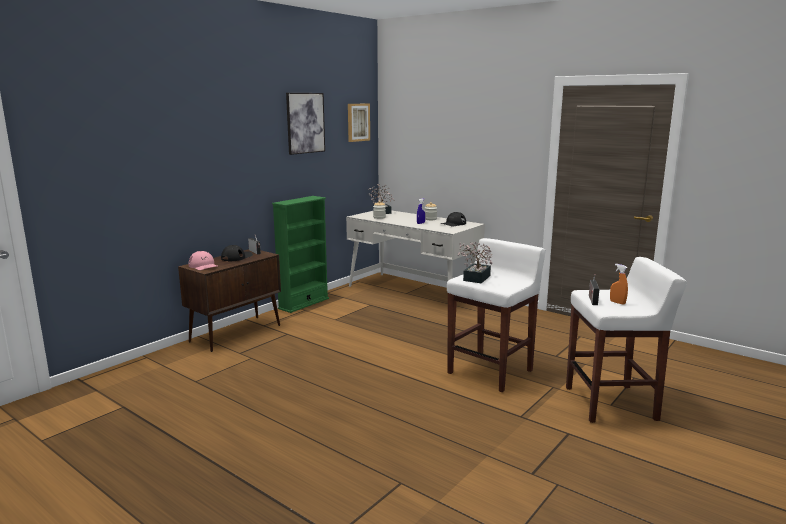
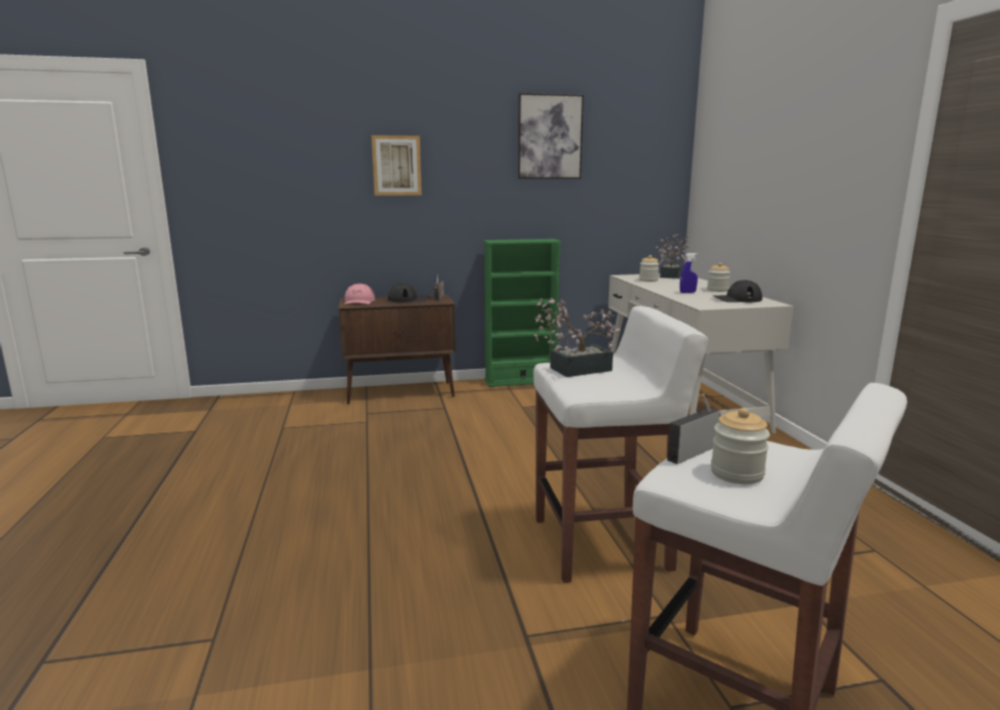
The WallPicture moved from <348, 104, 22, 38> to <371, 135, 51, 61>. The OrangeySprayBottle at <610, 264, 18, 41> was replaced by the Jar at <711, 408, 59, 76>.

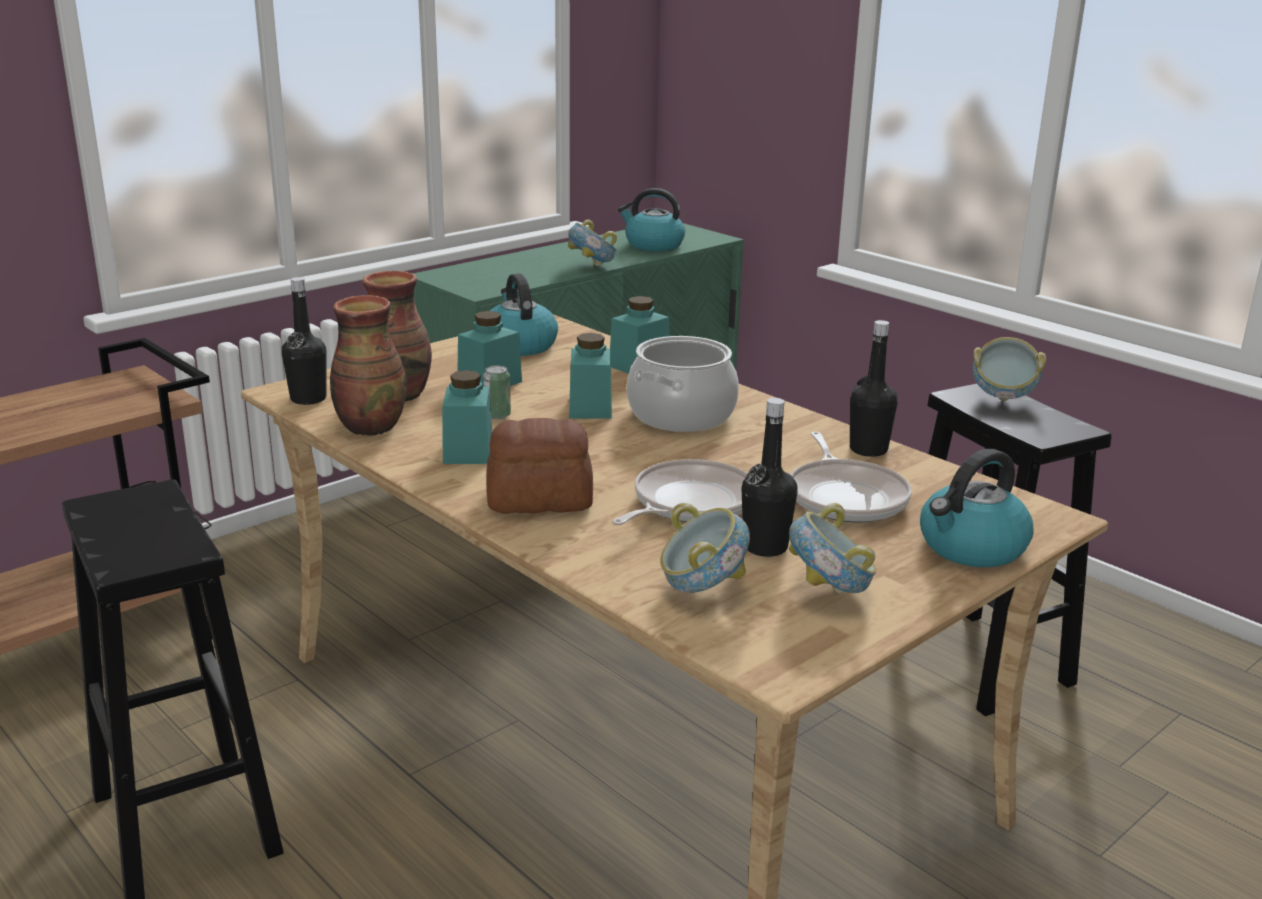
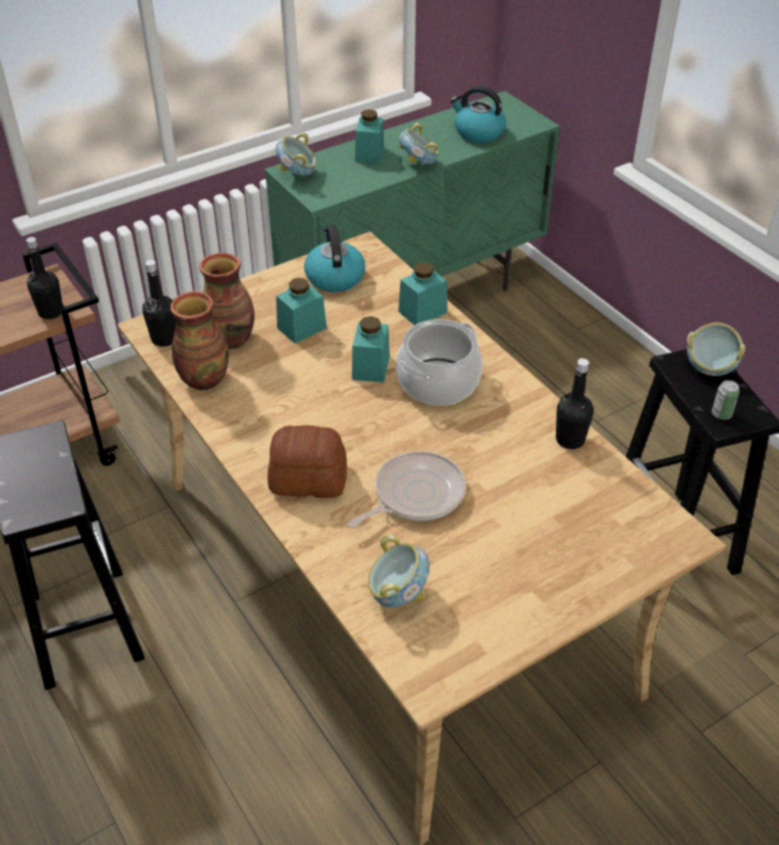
The TurquoiseColouredJar moved from <442, 370, 50, 94> to <355, 109, 29, 55>. The Can moved from <483, 365, 28, 55> to <712, 380, 28, 40>. The BlackColouredDrinkBottle moved from <742, 398, 55, 159> to <26, 237, 38, 82>. The DeepDish moved from <789, 503, 87, 90> to <276, 133, 41, 43>. The FryingPan at <790, 432, 122, 90> disappeared. The Kettle at <920, 449, 114, 118> disappeared.

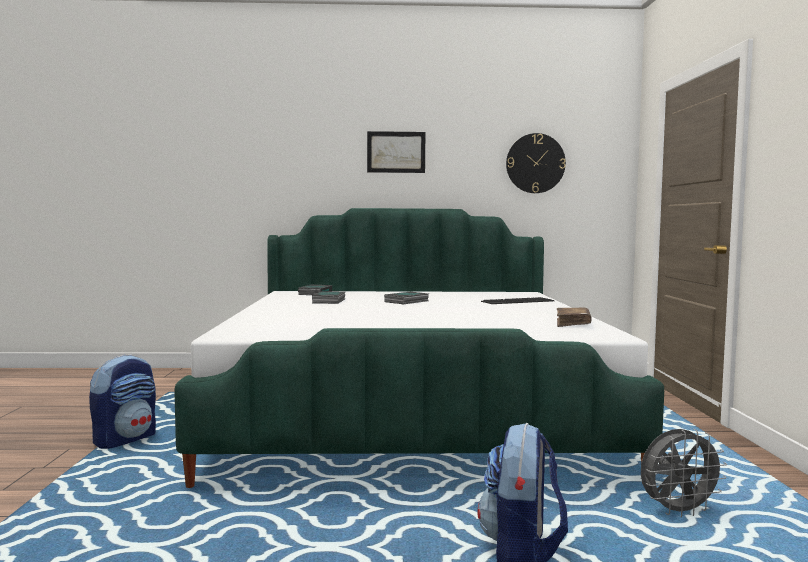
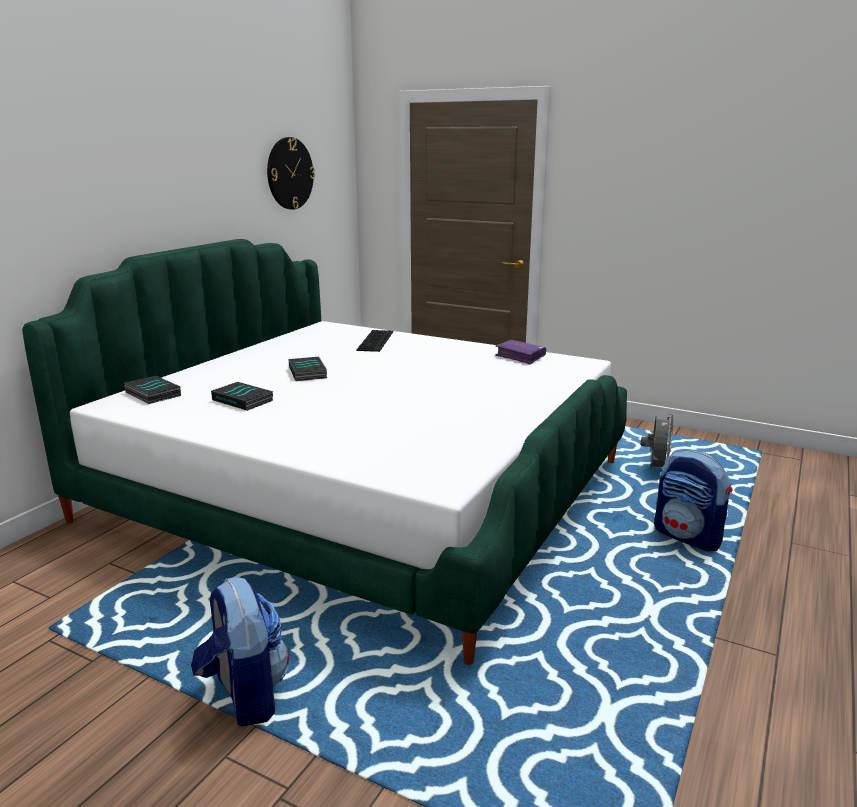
The WallPicture at <367, 131, 58, 42> disappeared. The BrownishBook at <557, 307, 35, 20> became the PurplishBook at <495, 340, 51, 24>.

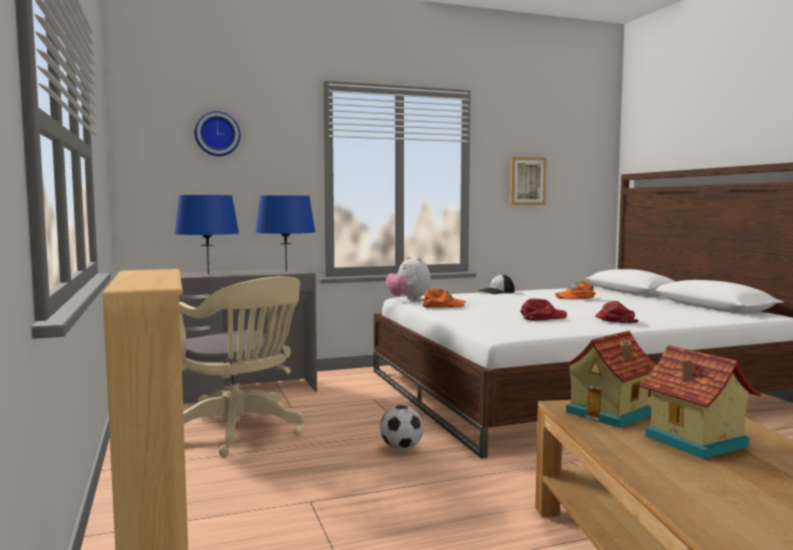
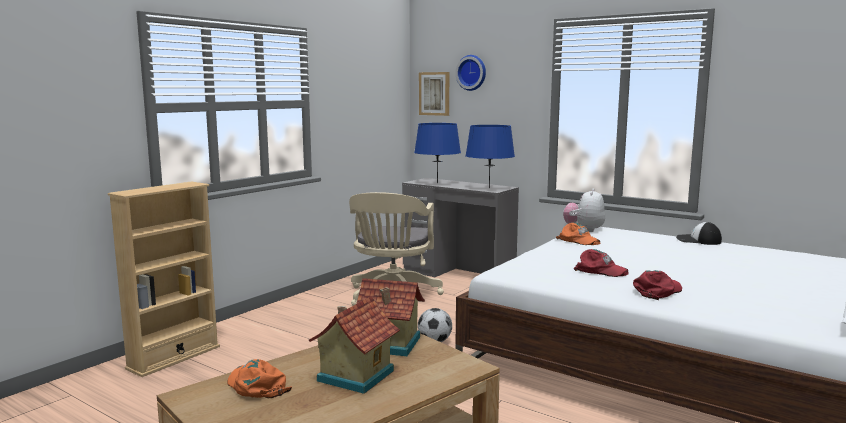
The WallPicture moved from <510, 157, 36, 48> to <419, 72, 30, 44>. The OrangeyCap moved from <555, 282, 41, 17> to <227, 359, 65, 39>.

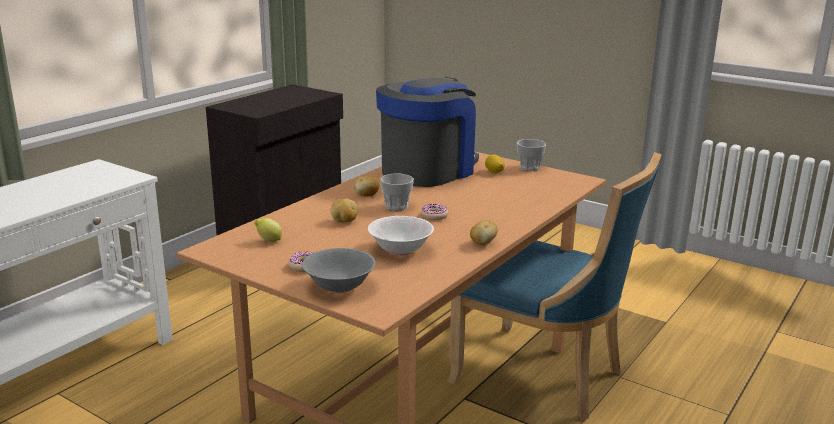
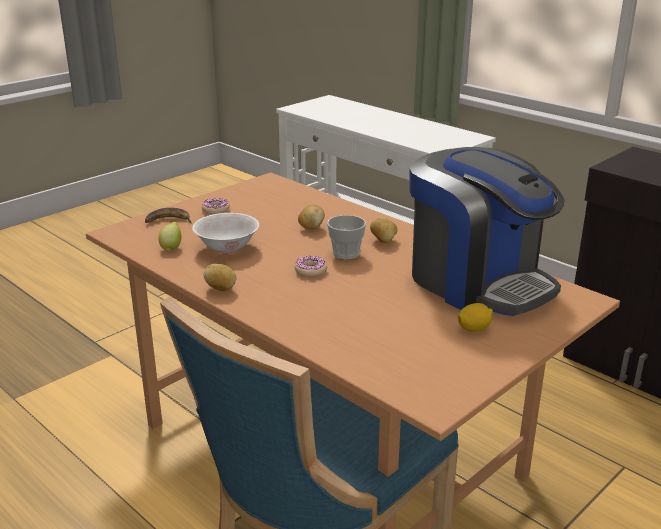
The CitrusFruit moved from <254, 218, 28, 24> to <158, 222, 23, 30>. The GreyDeepDish at <302, 248, 74, 45> was replaced by the BananaFruit at <145, 208, 46, 15>. The Cup at <517, 139, 29, 32> disappeared.

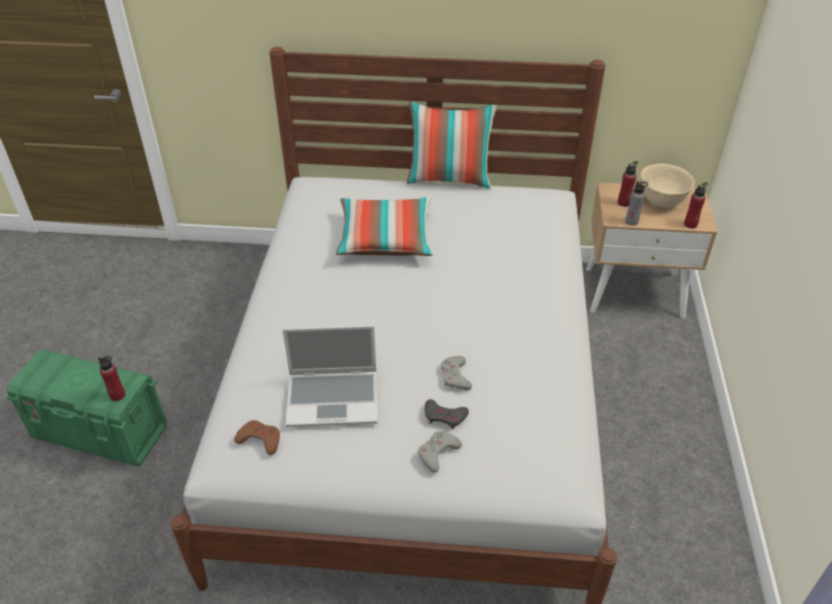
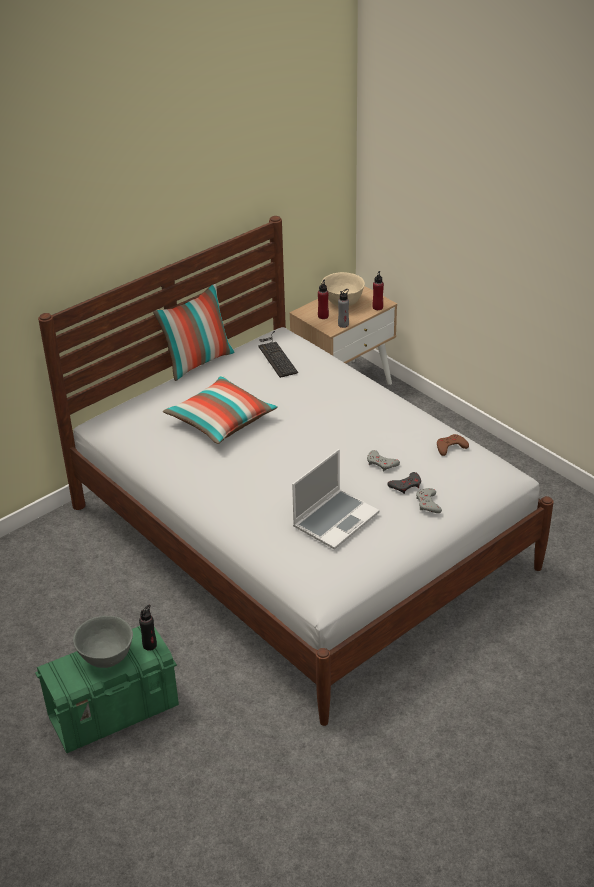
The RedDrinkBottle at <98, 356, 27, 45> became the BlackColouredDrinkBottle at <139, 605, 18, 46>. The BrownishGameController moved from <234, 420, 46, 35> to <437, 434, 32, 22>. The GreyDeepDish at <73, 616, 60, 52> appeared. The ComputerKeyboard at <258, 331, 40, 47> appeared.

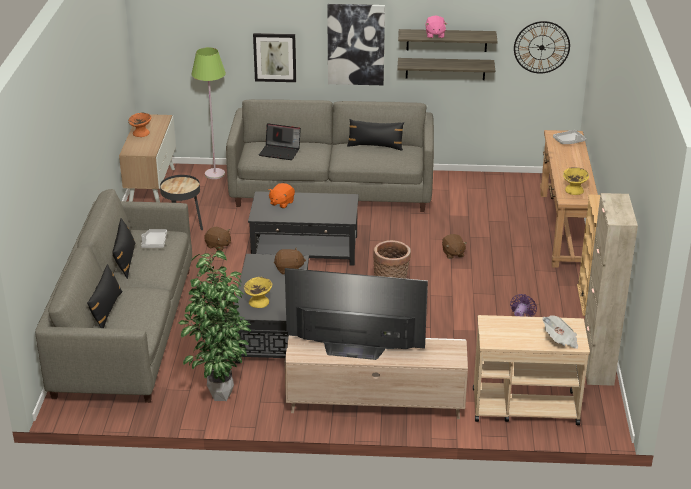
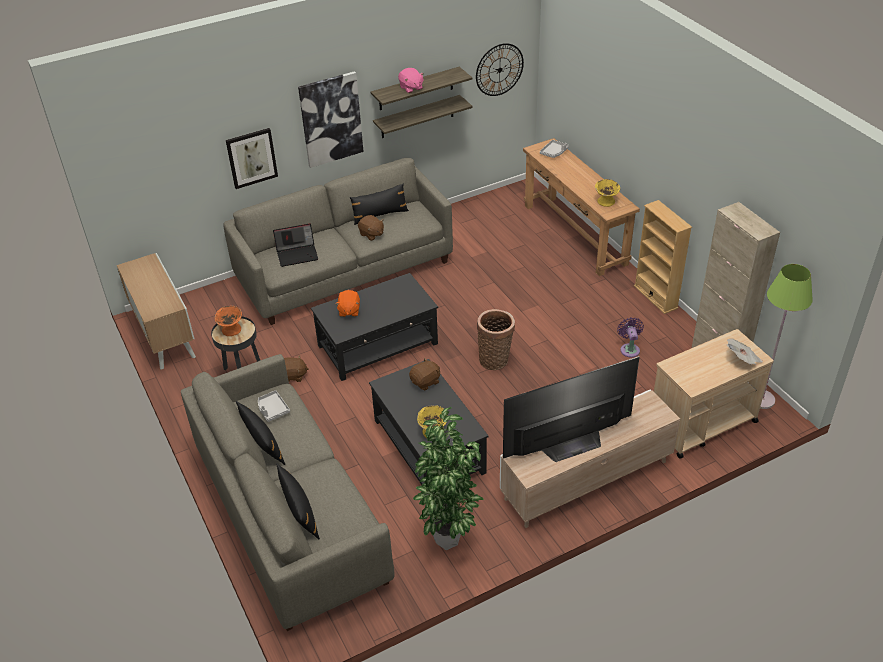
The OrangeyDeepDish moved from <128, 112, 23, 25> to <215, 306, 27, 30>. The GreenishStandardLamp moved from <191, 47, 35, 132> to <760, 264, 53, 145>. The BrownishPlushToy moved from <442, 234, 25, 25> to <358, 215, 26, 26>.

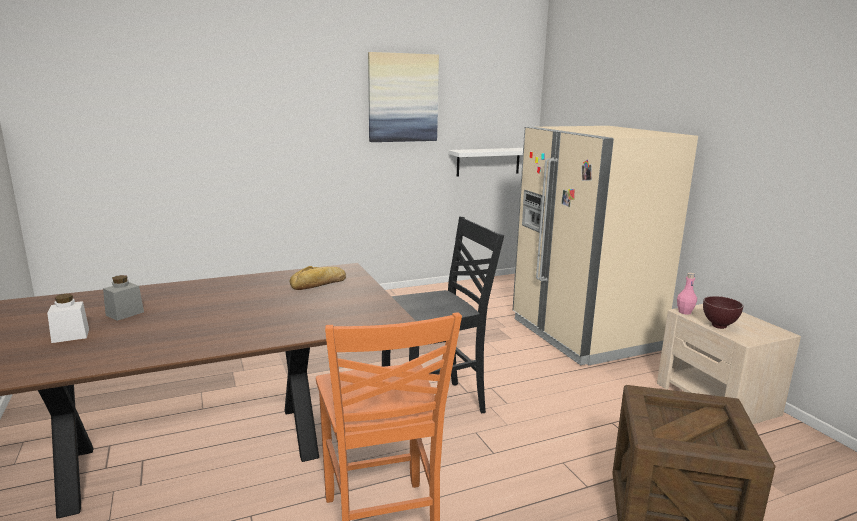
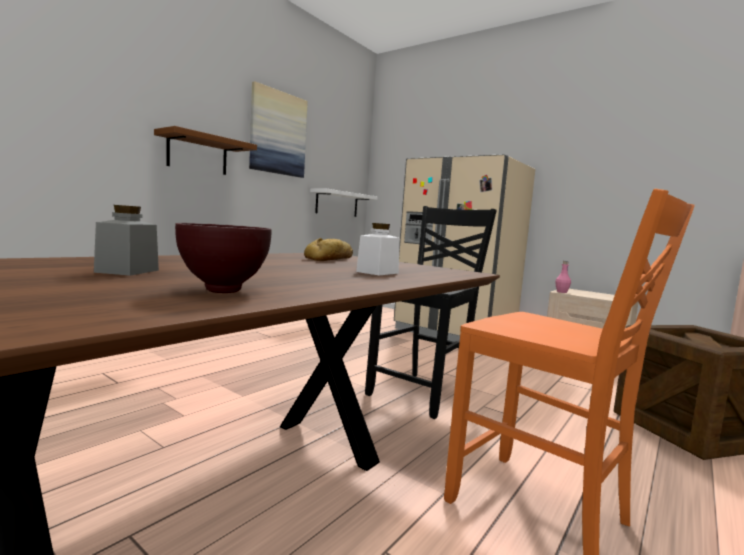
The WhiteColouredJar moved from <47, 294, 42, 49> to <356, 223, 44, 52>. The BrownishDeepDish moved from <703, 296, 40, 33> to <175, 223, 97, 70>. The BrownishWallShelf at <154, 126, 103, 49> appeared.

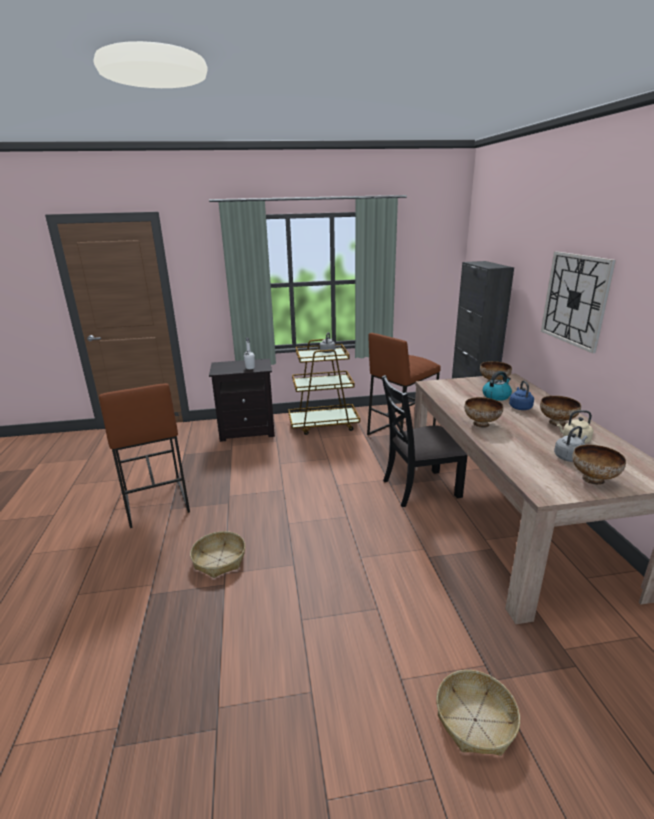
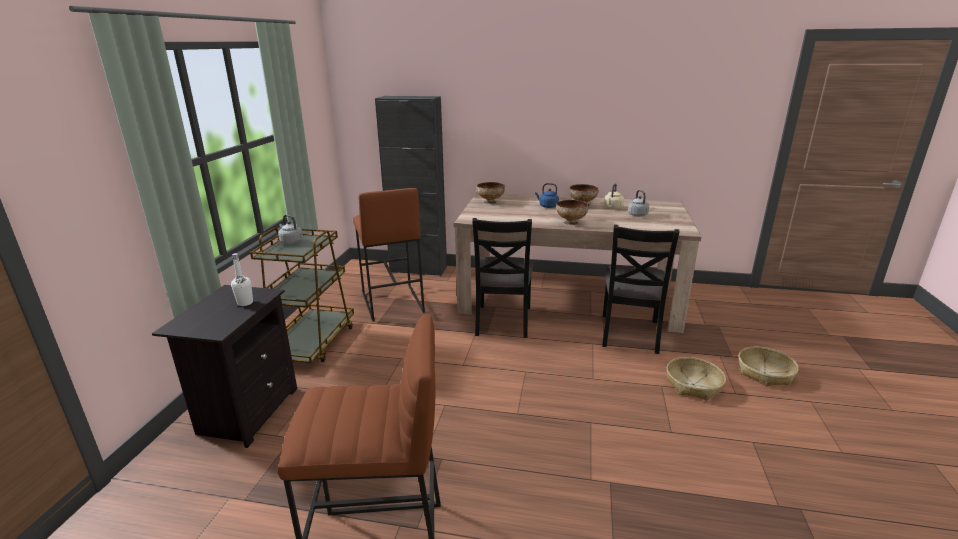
The HouseholdBasket moved from <190, 531, 55, 47> to <667, 357, 59, 44>. The Kettle at <483, 371, 29, 30> disappeared. The ClockOnTheWall at <541, 251, 75, 102> disappeared. The DeepDish at <573, 445, 53, 40> disappeared. The BlackColouredPlainChair at <602, 225, 77, 129> appeared.

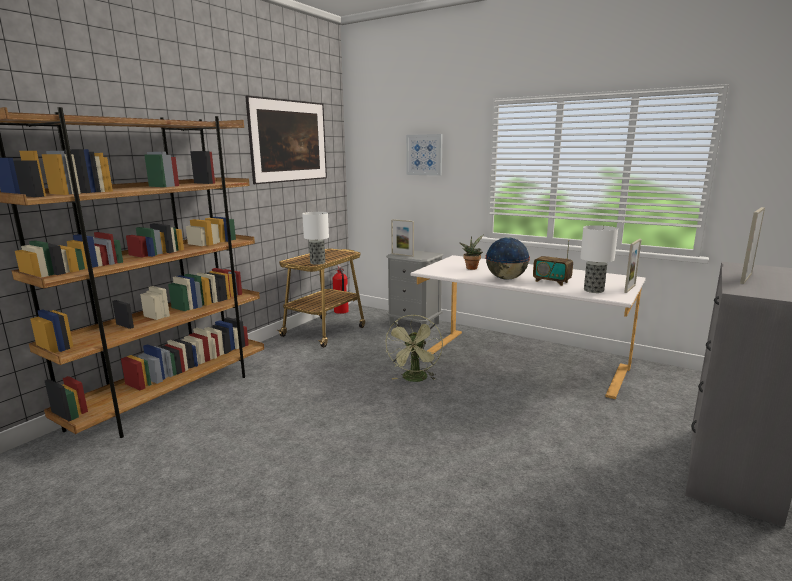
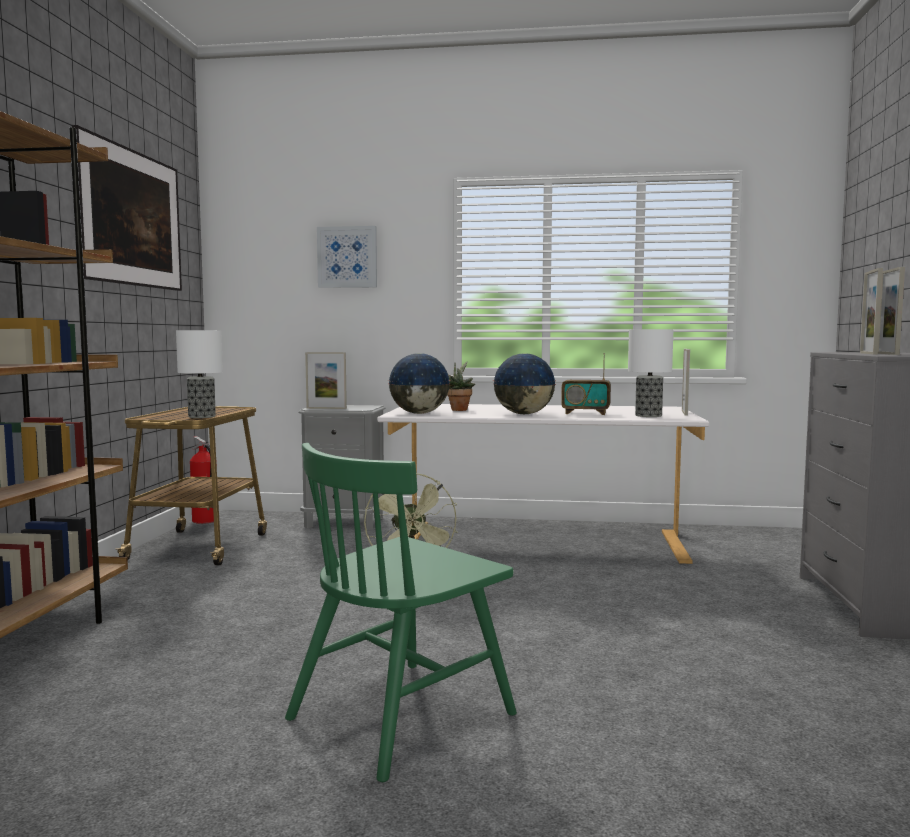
The GreenishPlainChair at <285, 443, 232, 339> appeared. The WorldGlobe at <388, 353, 62, 61> appeared. The StandingFrame at <878, 267, 27, 88> appeared.

